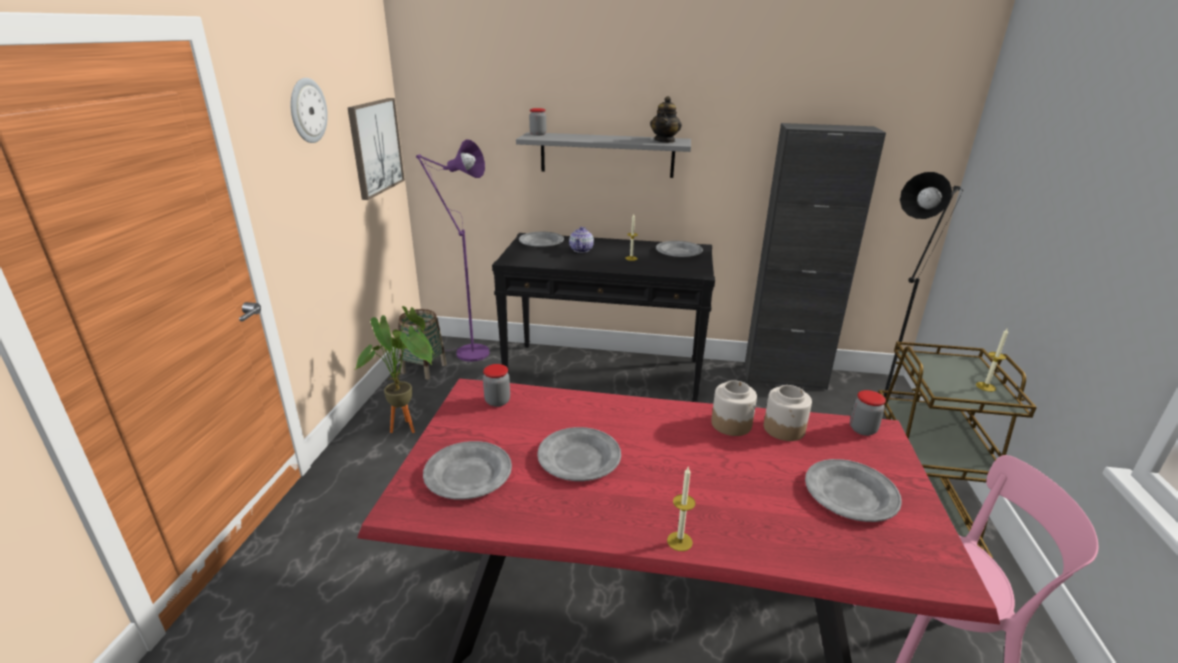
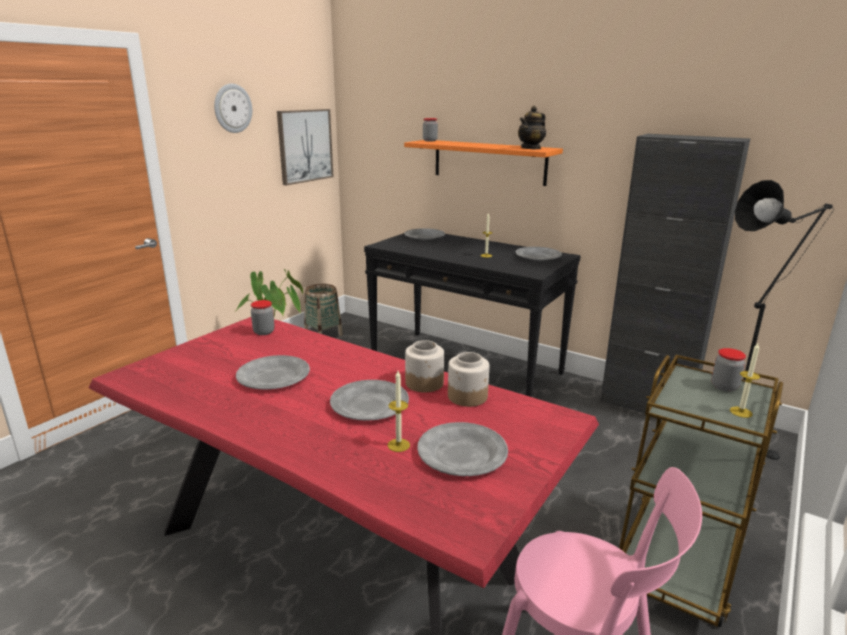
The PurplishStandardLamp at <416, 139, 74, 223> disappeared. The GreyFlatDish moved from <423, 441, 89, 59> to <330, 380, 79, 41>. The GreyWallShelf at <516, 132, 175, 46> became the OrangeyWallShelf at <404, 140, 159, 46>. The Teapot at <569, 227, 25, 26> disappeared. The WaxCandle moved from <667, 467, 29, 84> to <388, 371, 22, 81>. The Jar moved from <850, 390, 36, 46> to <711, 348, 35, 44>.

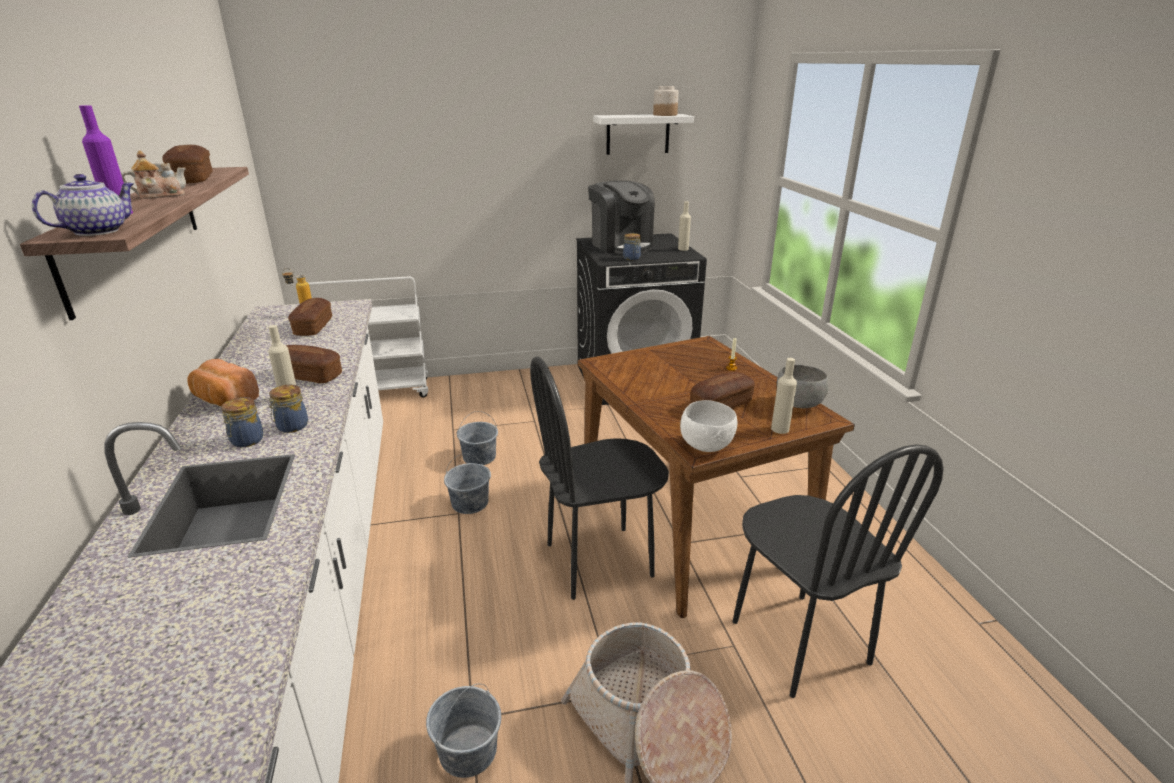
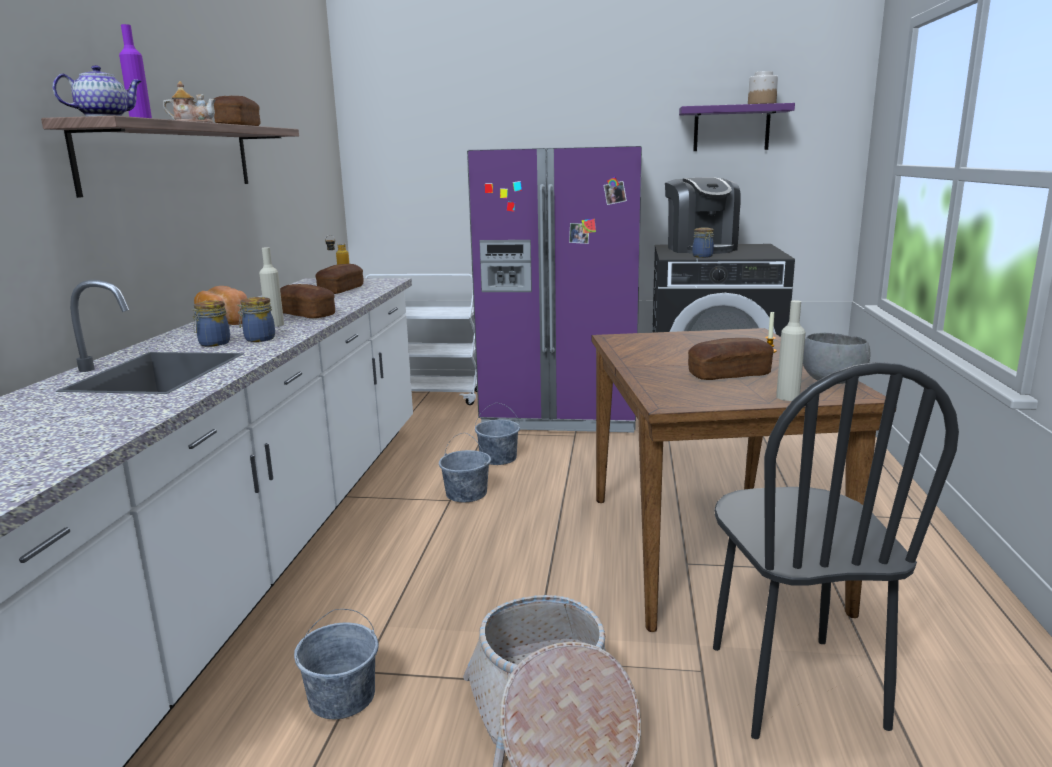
The BlackColouredPlainChair at <530, 356, 139, 244> disappeared. The WhiteColouredWallShelf at <593, 114, 101, 41> became the PurplishWallShelf at <679, 103, 116, 48>. The BeigeDrinkBottle at <678, 201, 13, 50> disappeared. The WhiteColouredDeepDish at <680, 400, 58, 52> disappeared. The PurplishKitchenFridge at <467, 146, 175, 287> appeared.

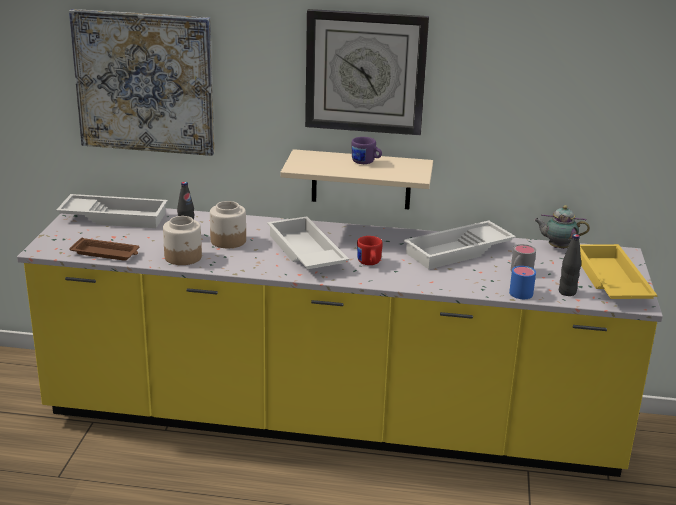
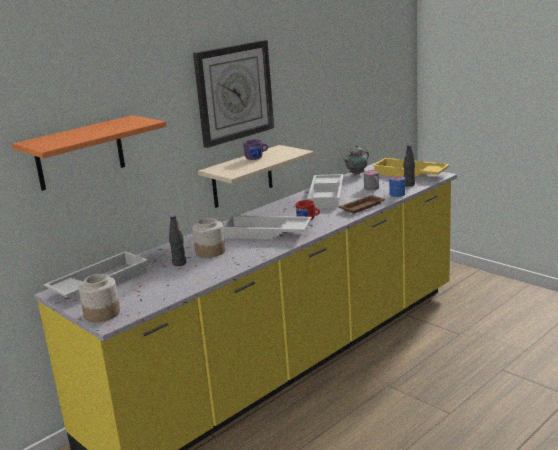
The WallPicture at <69, 9, 145, 147> was replaced by the OrangeyWallShelf at <12, 115, 155, 76>. The BrownishCarryingTray moved from <69, 237, 70, 24> to <339, 195, 46, 19>. The Jar moved from <163, 216, 39, 49> to <78, 274, 42, 48>.

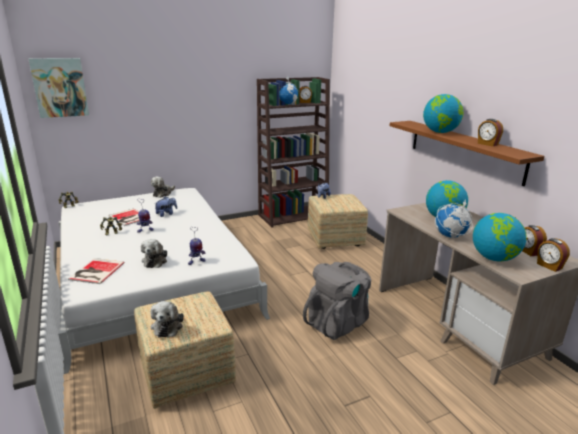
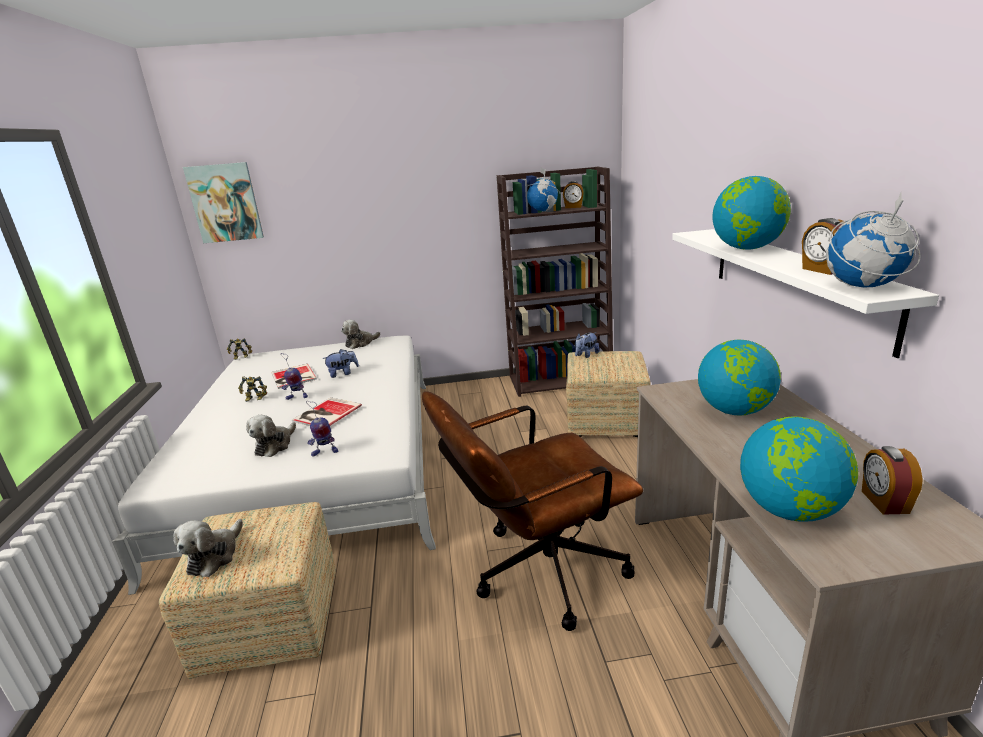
The Book moved from <68, 258, 57, 26> to <292, 397, 70, 29>. The GreyKnapsack at <303, 262, 68, 78> was replaced by the BrownishComputerChair at <422, 391, 221, 240>. The BrownishWallShelf at <389, 121, 156, 65> became the WhiteColouredWallShelf at <672, 229, 267, 129>. The WorldGlobe moved from <435, 199, 38, 39> to <826, 192, 95, 96>. The TableClock at <537, 238, 33, 34> disappeared.

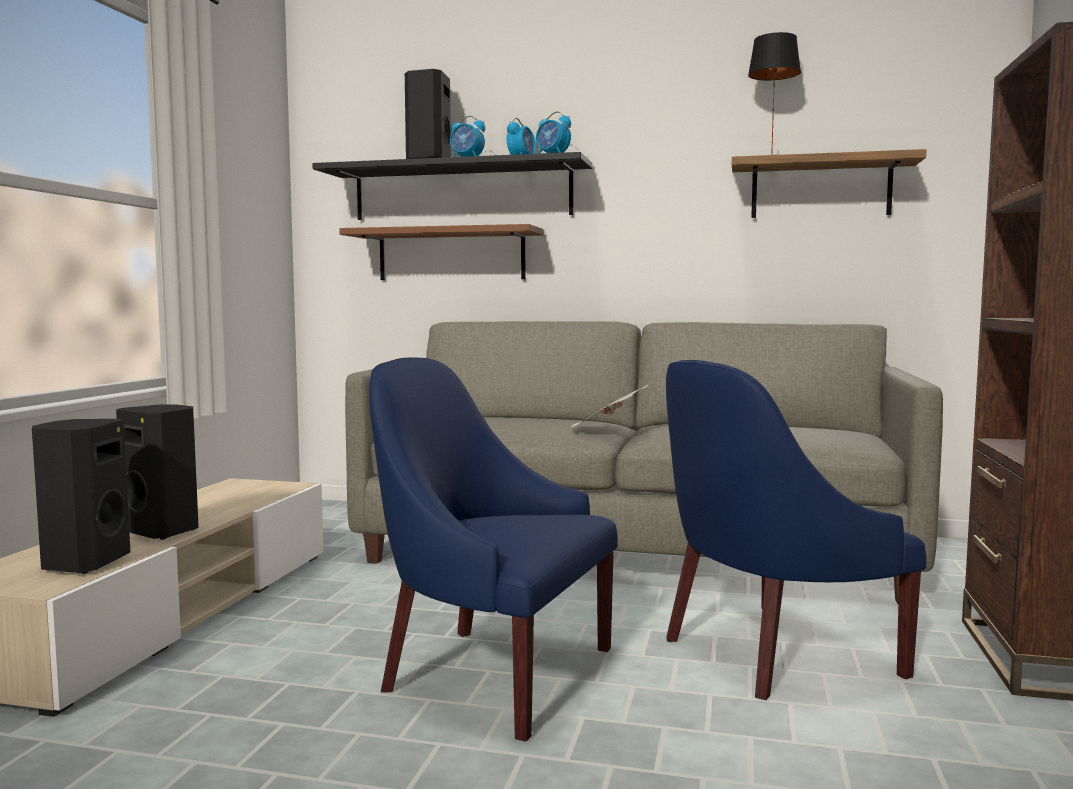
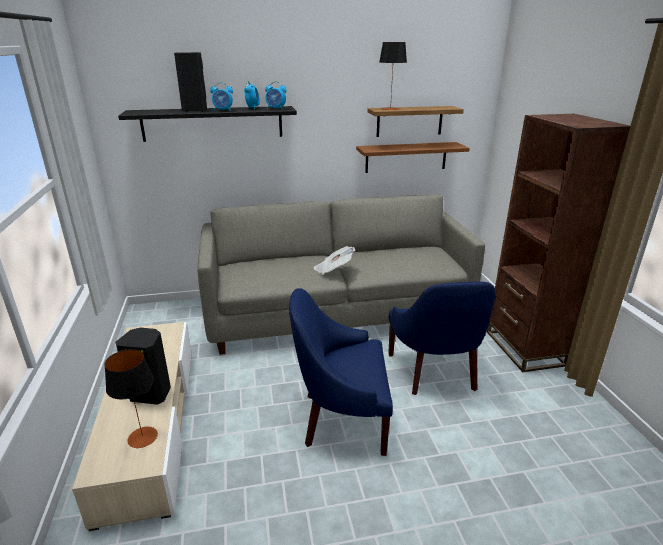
The BlackColouredSpeaker at <32, 419, 98, 155> was replaced by the TableLamp at <104, 349, 54, 99>. The BrownishWallShelf moved from <339, 224, 205, 56> to <356, 142, 114, 31>. The BlueLoungeChair at <666, 360, 260, 340> turned 45 degrees counterclockwise.

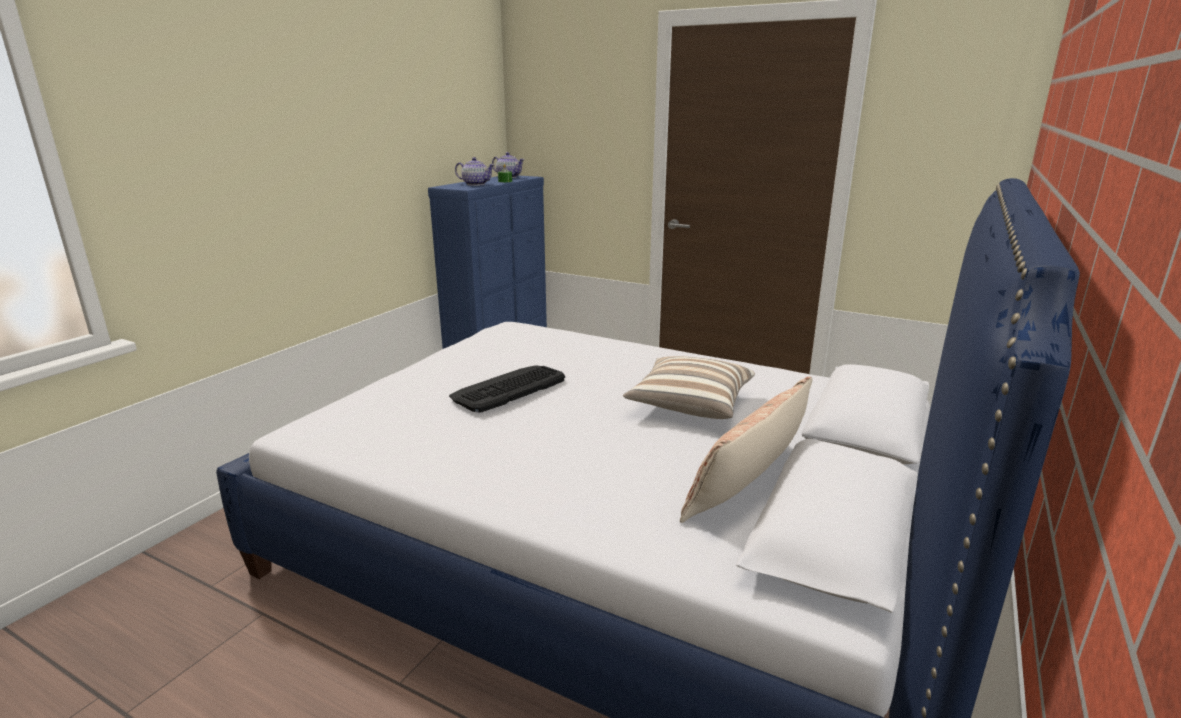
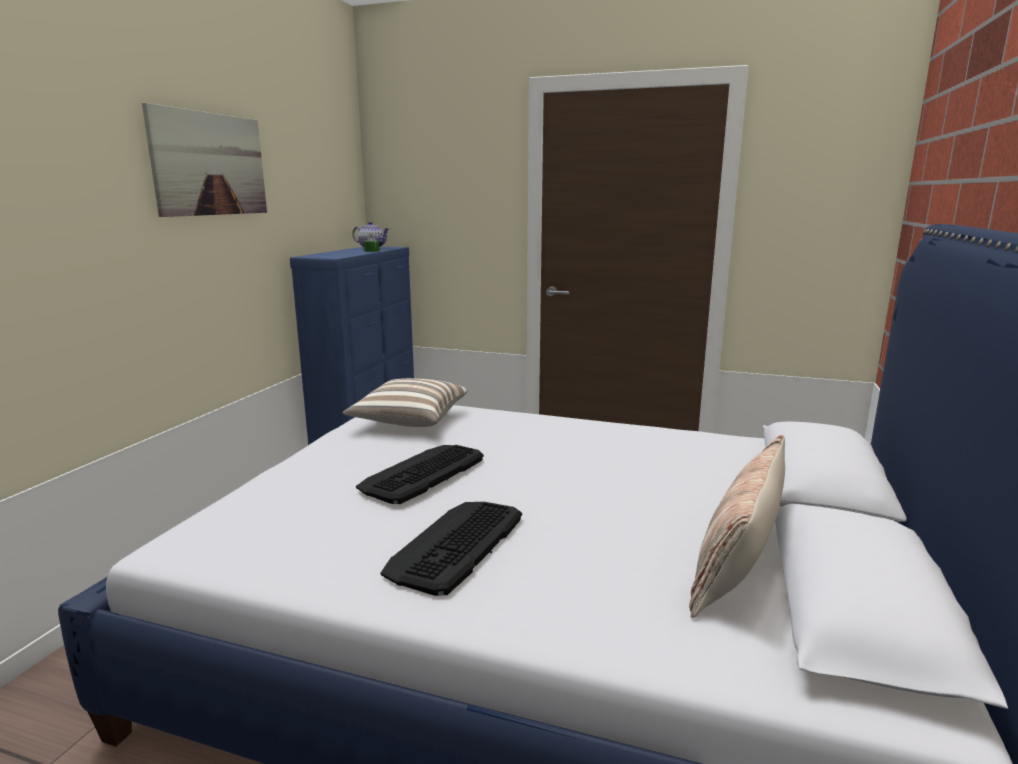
The Teapot at <455, 157, 40, 29> disappeared. The Pillow moved from <623, 356, 132, 63> to <342, 378, 125, 49>. The WallPicture at <142, 103, 125, 114> appeared. The ComputerKeyboard at <381, 502, 141, 94> appeared.

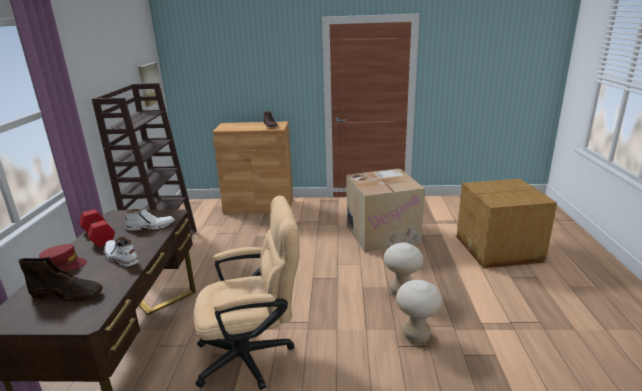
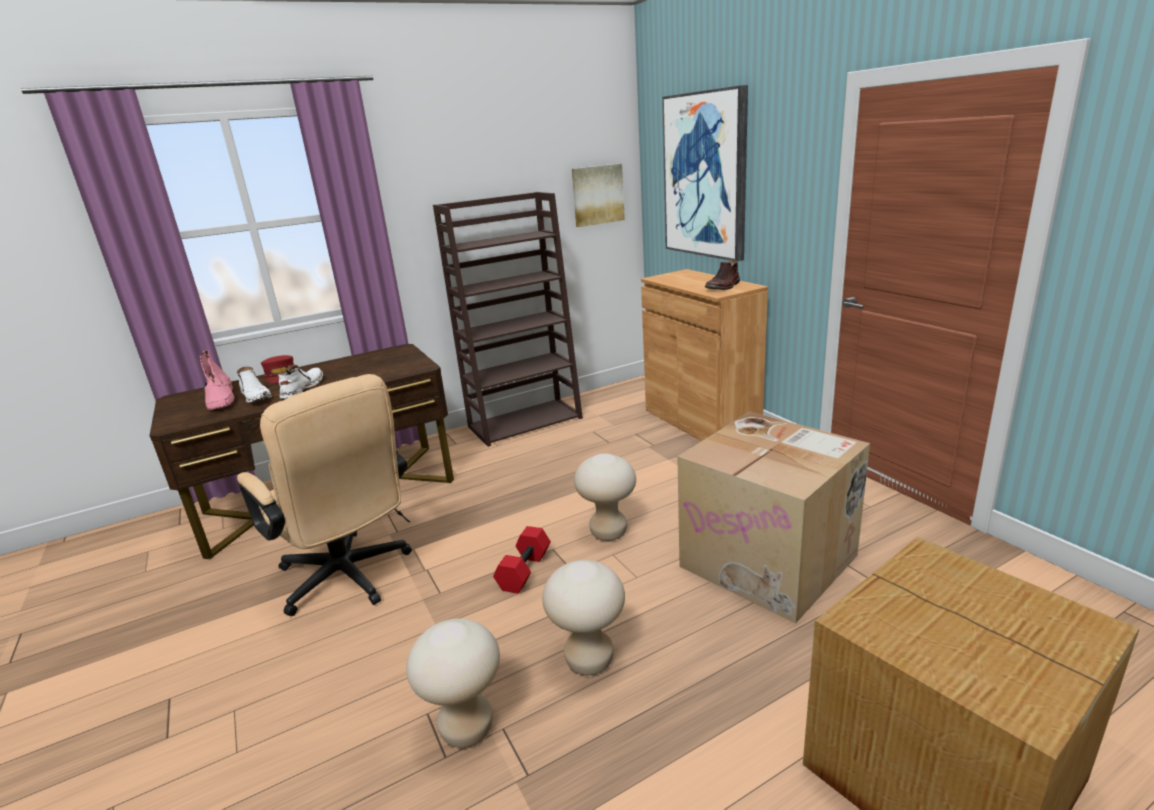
The BrownishHighTopBoot at <19, 256, 84, 46> became the PinkishHighTopBoot at <200, 350, 35, 60>. The RedFreeWeight moved from <79, 209, 36, 38> to <493, 526, 58, 68>. The WhiteColouredHighTopBoot moved from <125, 208, 50, 22> to <237, 367, 35, 36>. The BeigeStoolSeat at <574, 453, 62, 88> appeared. The WallPicture at <662, 85, 86, 176> appeared.

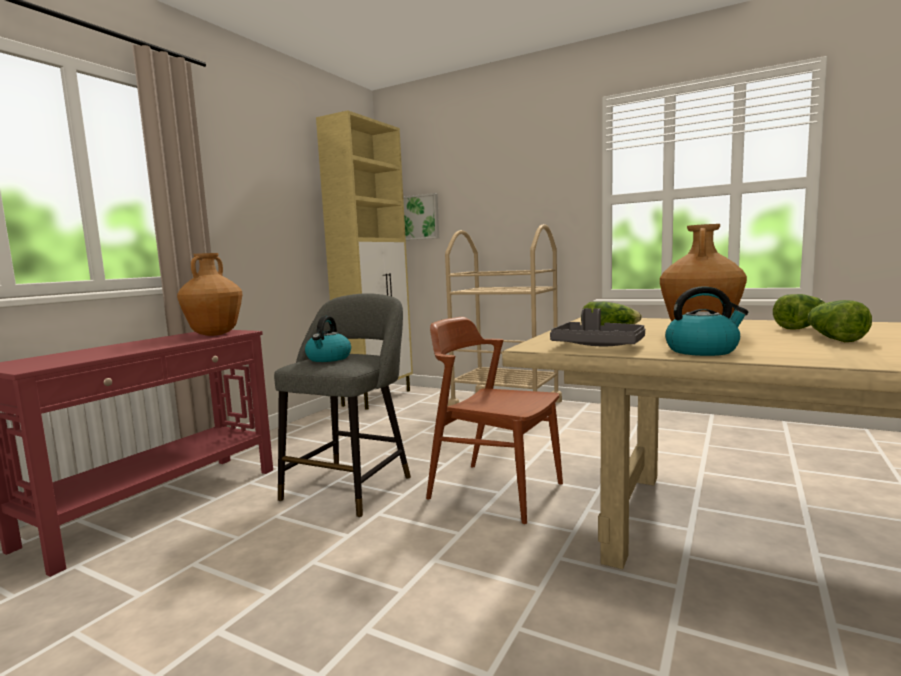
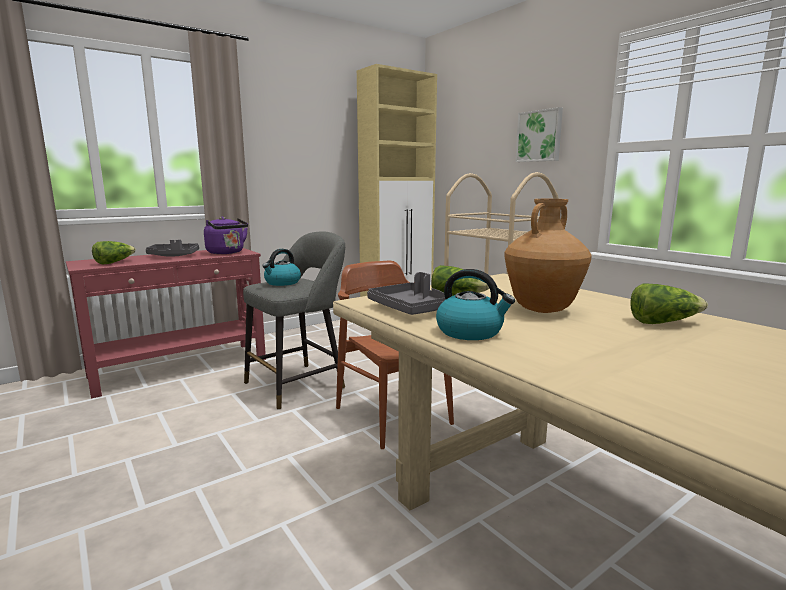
The BrownishVase at <177, 253, 65, 83> was replaced by the PurplishKettle at <204, 217, 44, 37>. The WallPicture moved from <403, 193, 36, 47> to <515, 107, 48, 55>. The LettuceHead moved from <808, 300, 64, 42> to <92, 241, 44, 23>. The GreyCarryingTray at <146, 240, 53, 17> appeared.

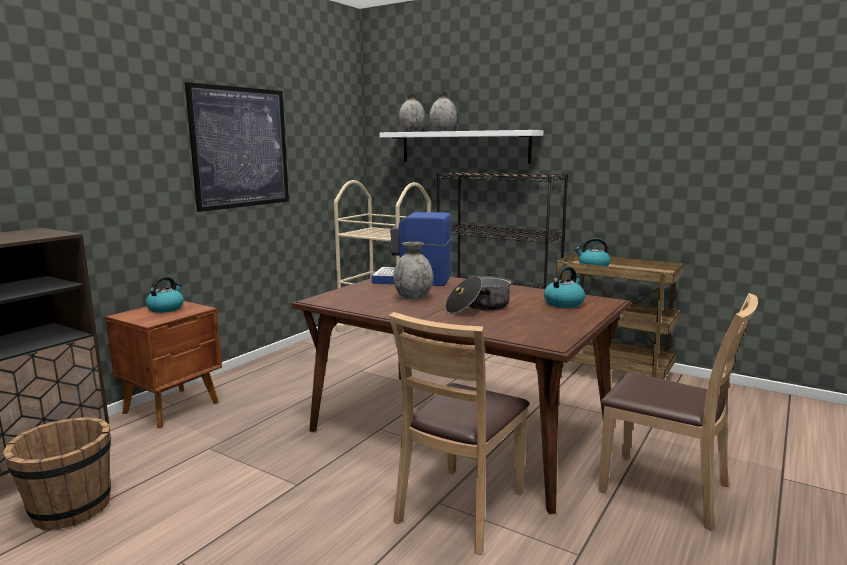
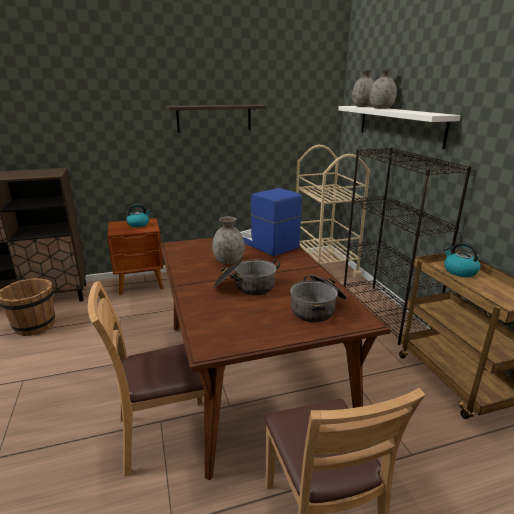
The WallPicture at <185, 82, 104, 130> was replaced by the WallShelf at <166, 104, 101, 29>. The Kettle at <544, 266, 41, 42> was replaced by the CookingPot at <290, 275, 57, 47>.

